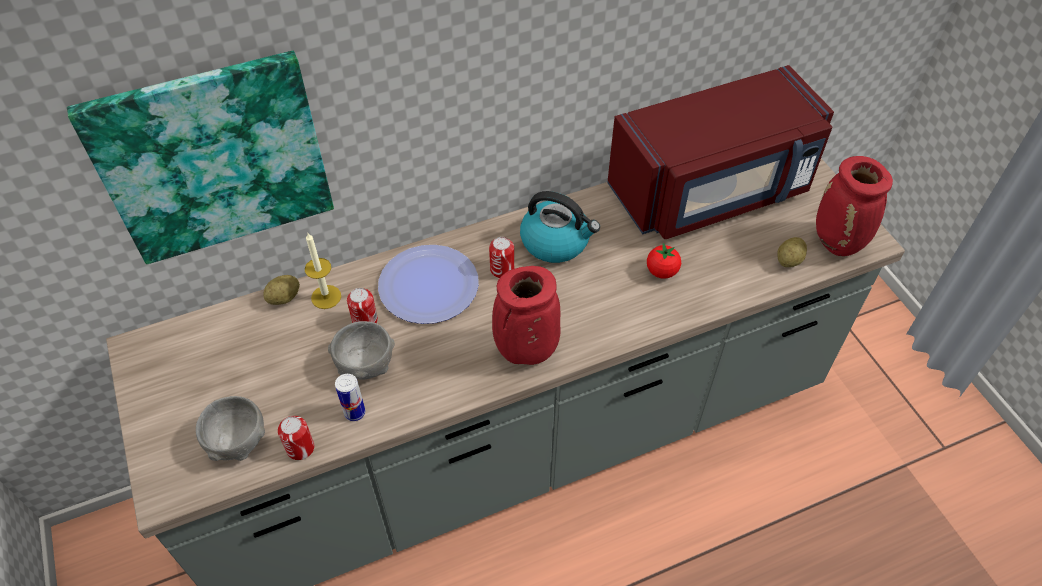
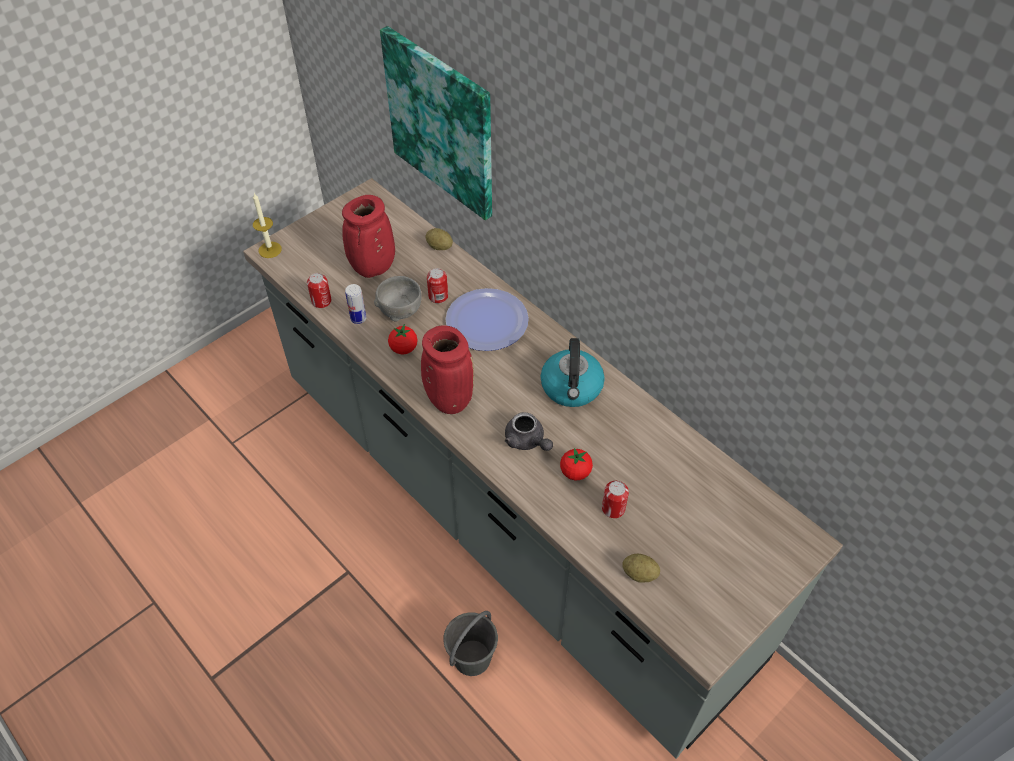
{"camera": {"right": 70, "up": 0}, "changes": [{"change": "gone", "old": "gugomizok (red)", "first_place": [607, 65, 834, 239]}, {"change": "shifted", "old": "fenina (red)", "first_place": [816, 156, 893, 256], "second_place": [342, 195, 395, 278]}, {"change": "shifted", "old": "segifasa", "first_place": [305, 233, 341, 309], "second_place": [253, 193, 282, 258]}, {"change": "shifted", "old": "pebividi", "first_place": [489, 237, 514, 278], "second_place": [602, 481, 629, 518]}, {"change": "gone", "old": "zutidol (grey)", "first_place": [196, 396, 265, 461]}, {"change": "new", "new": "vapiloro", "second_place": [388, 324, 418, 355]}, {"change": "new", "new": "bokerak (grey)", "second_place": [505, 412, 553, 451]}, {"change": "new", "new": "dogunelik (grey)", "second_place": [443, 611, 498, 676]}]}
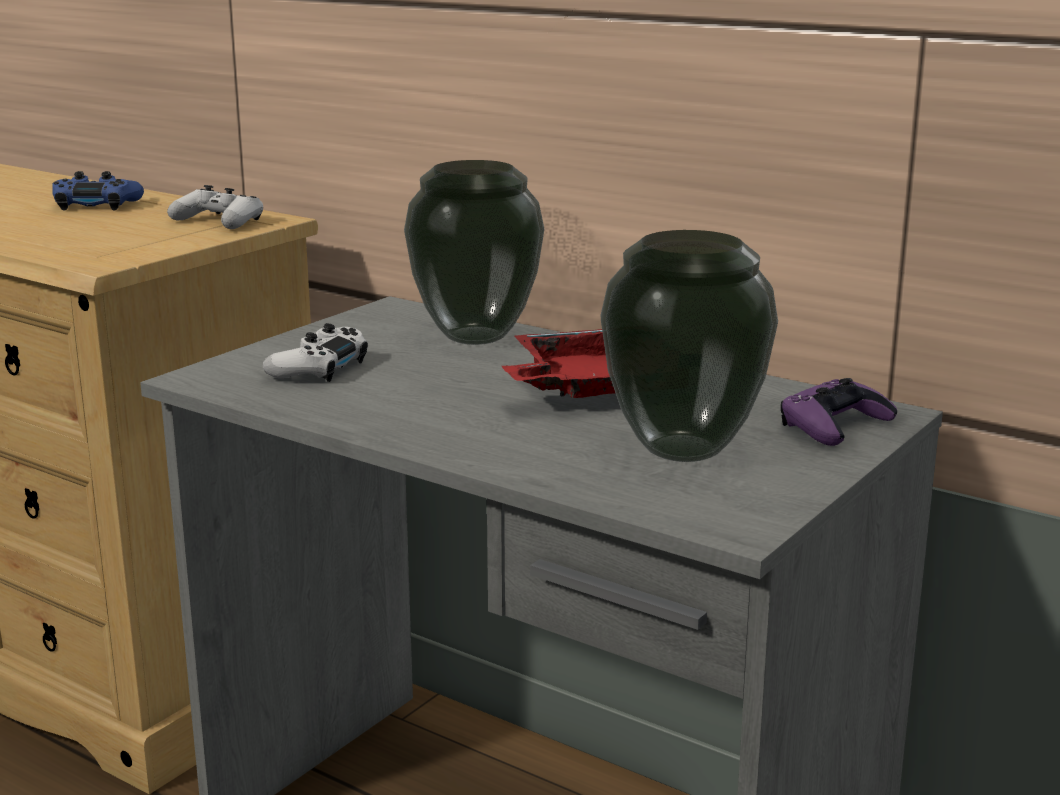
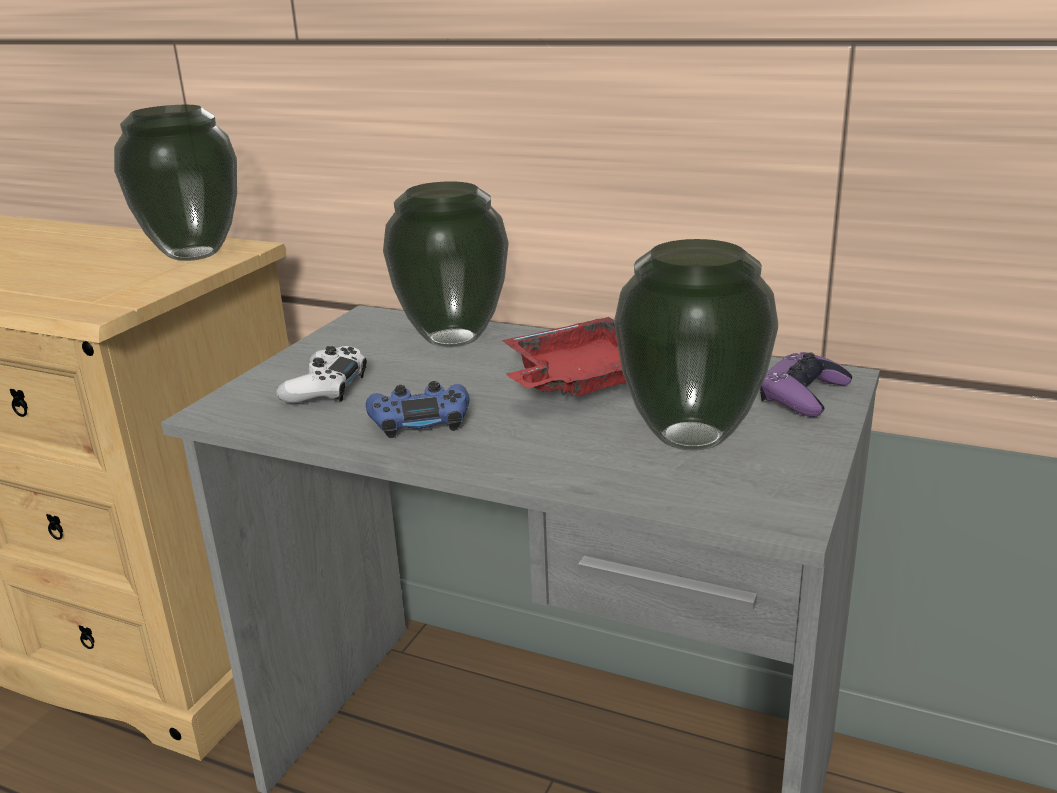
{"camera": {"right": -10, "up": 5}, "changes": [{"change": "shifted", "old": "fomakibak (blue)", "first_place": [52, 171, 144, 210], "second_place": [366, 381, 469, 438]}, {"change": "swapped", "old": "fomakibak (white)", "new": "fenina", "first_place": [167, 185, 263, 229], "second_place": [114, 105, 237, 261]}]}
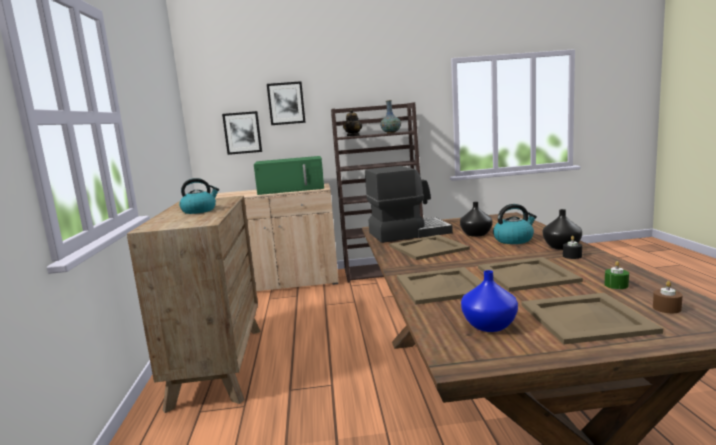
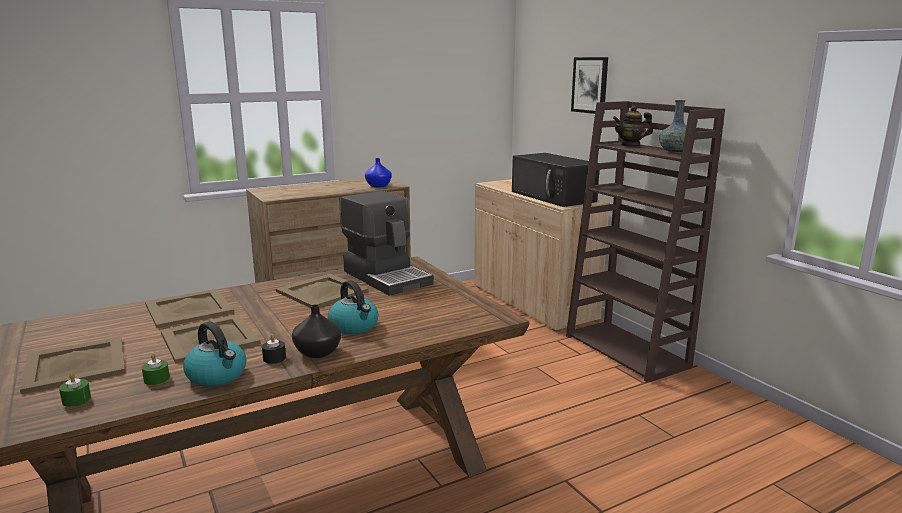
{"camera": {"right": 65, "up": 5}, "changes": [{"change": "gone", "old": "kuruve", "first_place": [222, 111, 262, 155]}, {"change": "repainted", "old": "gugomizok (green)", "new": "gugomizok (black)", "first_place": [254, 156, 324, 195], "second_place": [512, 153, 599, 207]}, {"change": "shifted", "old": "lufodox", "first_place": [179, 178, 219, 214], "second_place": [183, 321, 247, 387]}, {"change": "gone", "old": "fenina (black)", "first_place": [460, 202, 493, 237]}, {"change": "shifted", "old": "fenina (blue)", "first_place": [461, 270, 518, 332], "second_place": [365, 158, 392, 187]}, {"change": "repainted", "old": "segifasa (brown)", "new": "segifasa (green)", "first_place": [653, 281, 683, 313], "second_place": [59, 373, 91, 407]}]}
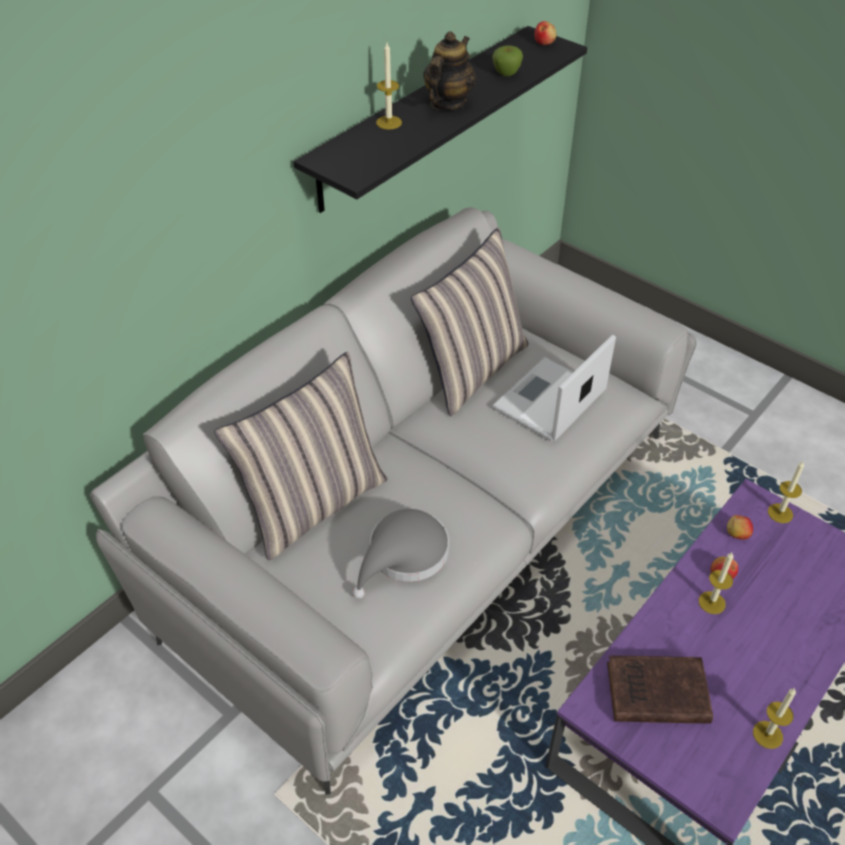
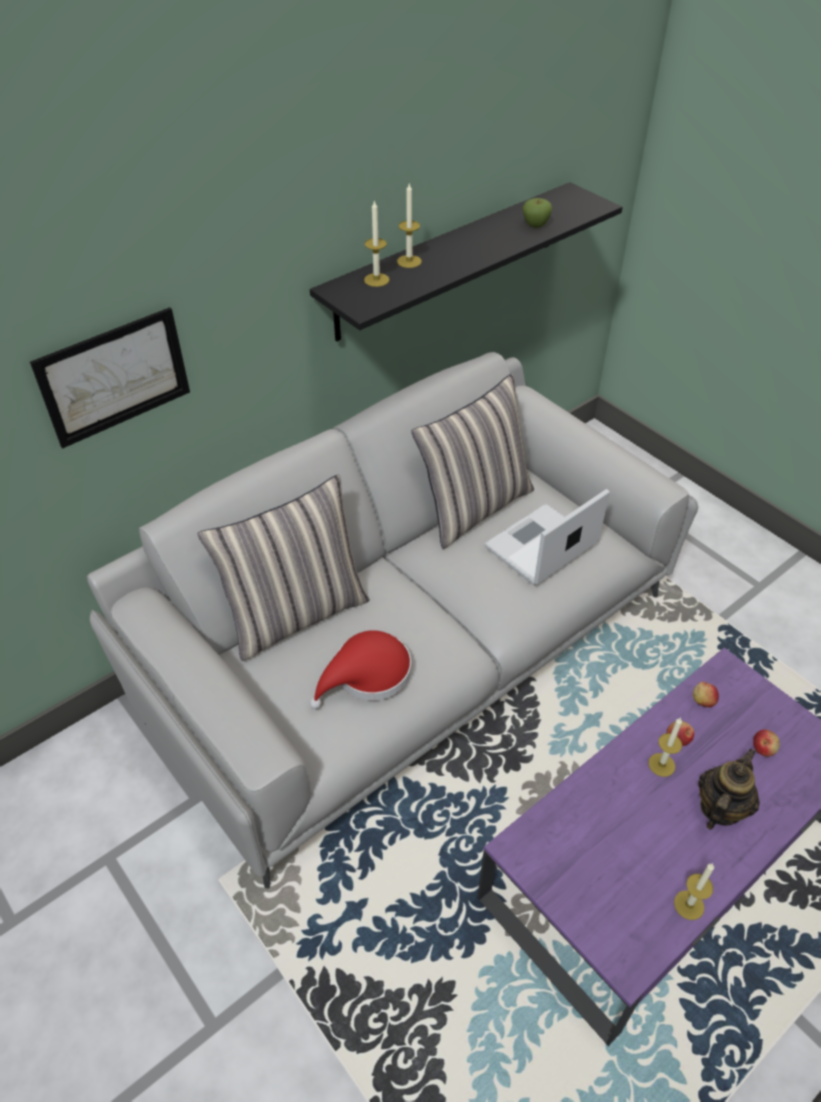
{"camera": {"right": 10, "up": 0}, "changes": [{"change": "shifted", "old": "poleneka", "first_place": [534, 21, 556, 45], "second_place": [753, 729, 780, 757]}, {"change": "shifted", "old": "bokerak", "first_place": [423, 31, 476, 111], "second_place": [698, 748, 760, 830]}, {"change": "shifted", "old": "segifasa", "first_place": [768, 461, 804, 523], "second_place": [364, 200, 390, 287]}, {"change": "repainted", "old": "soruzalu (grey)", "new": "soruzalu (red)", "first_place": [352, 509, 449, 599], "second_place": [310, 630, 411, 709]}, {"change": "gone", "old": "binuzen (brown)", "first_place": [607, 655, 713, 724]}, {"change": "new", "new": "kuruve", "second_place": [30, 307, 190, 449]}]}
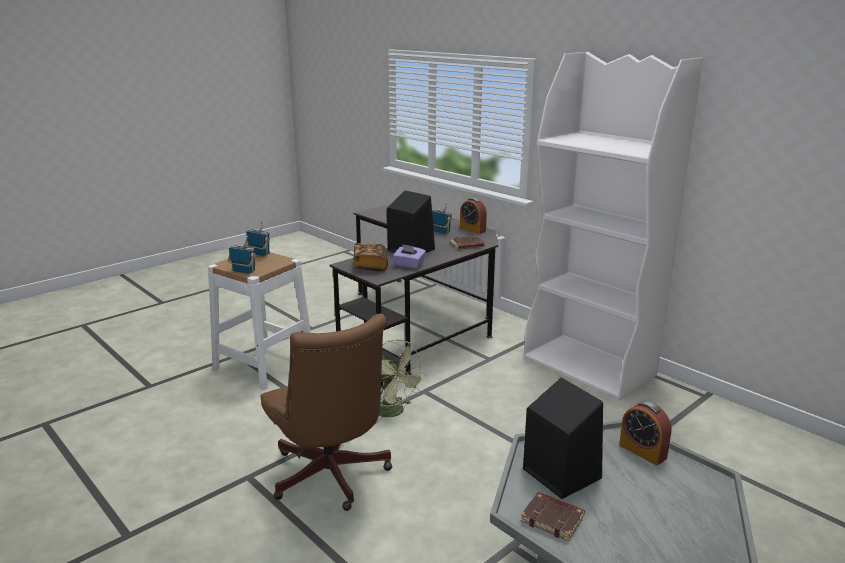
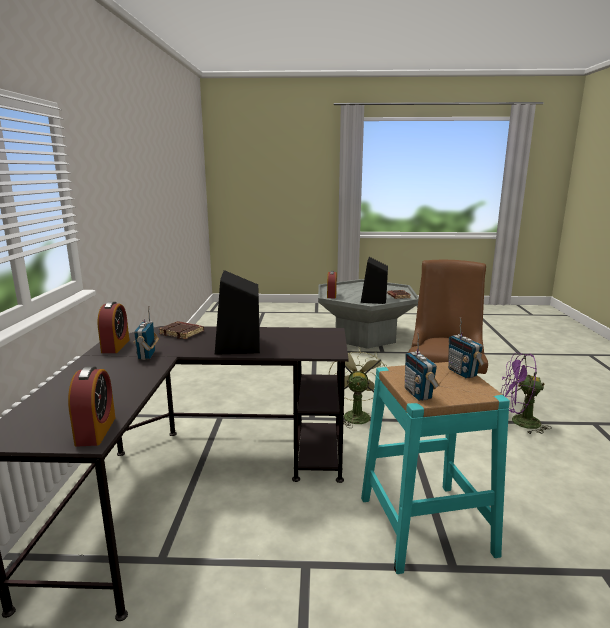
{"camera": {"right": -135, "up": -5}, "changes": [{"change": "gone", "old": "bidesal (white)", "first_place": [524, 52, 703, 400]}, {"change": "gone", "old": "binuzen", "first_place": [353, 243, 388, 271]}, {"change": "gone", "old": "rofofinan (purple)", "first_place": [393, 244, 426, 269]}, {"change": "repainted", "old": "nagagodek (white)", "new": "nagagodek (turquoise)", "first_place": [208, 252, 311, 390], "second_place": [361, 362, 510, 574]}, {"change": "new", "new": "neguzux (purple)", "second_place": [501, 352, 552, 434]}, {"change": "new", "new": "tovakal", "second_place": [68, 366, 115, 447]}]}
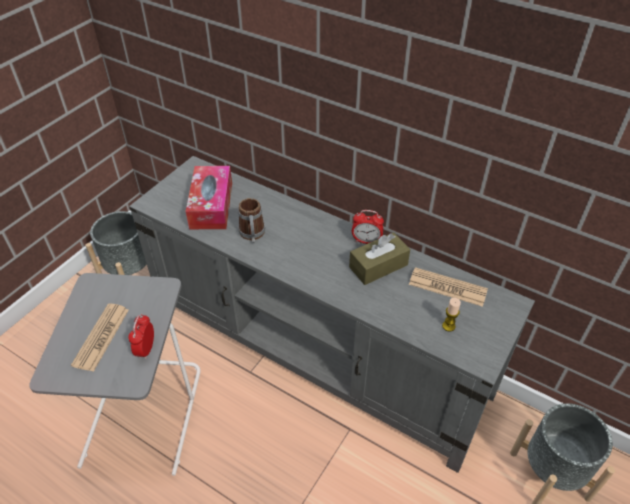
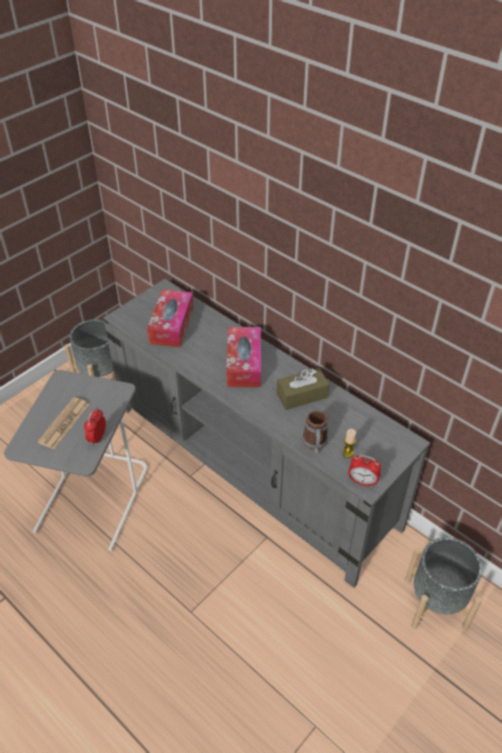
{"camera": {"right": 10, "up": 0}, "changes": [{"change": "shifted", "old": "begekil", "first_place": [238, 198, 265, 243], "second_place": [302, 410, 328, 453]}, {"change": "shifted", "old": "tovakal", "first_place": [352, 210, 384, 244], "second_place": [348, 455, 381, 487]}, {"change": "gone", "old": "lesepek", "first_place": [409, 267, 488, 307]}, {"change": "new", "new": "rofofinan", "second_place": [226, 327, 261, 387]}]}
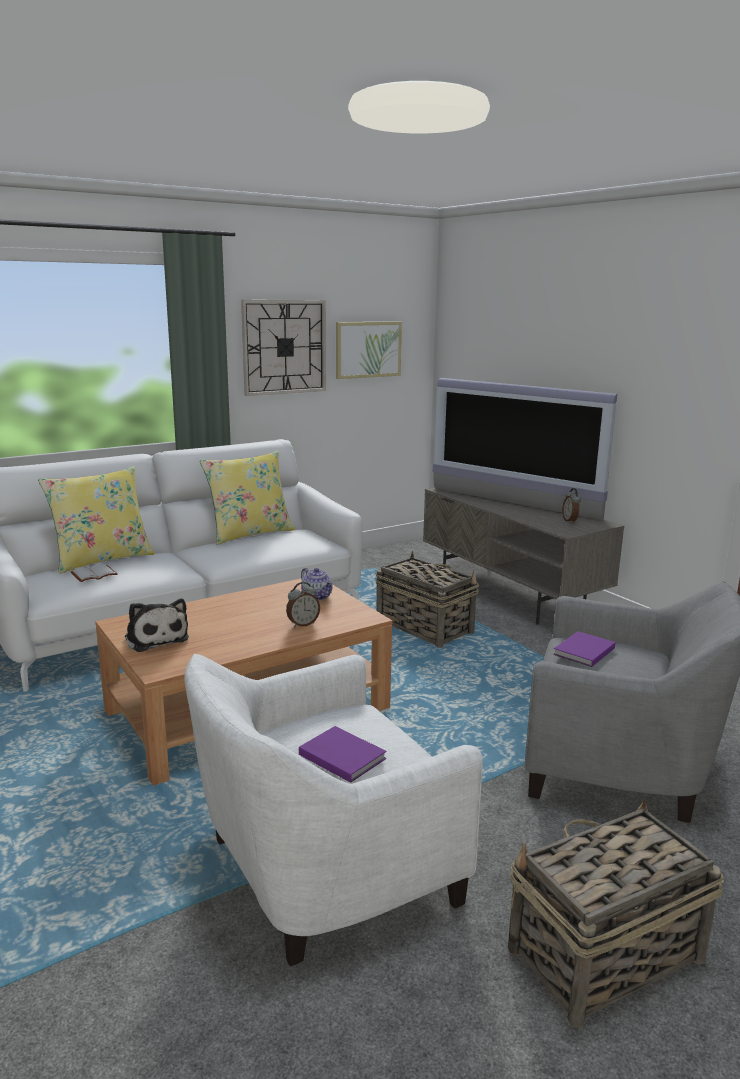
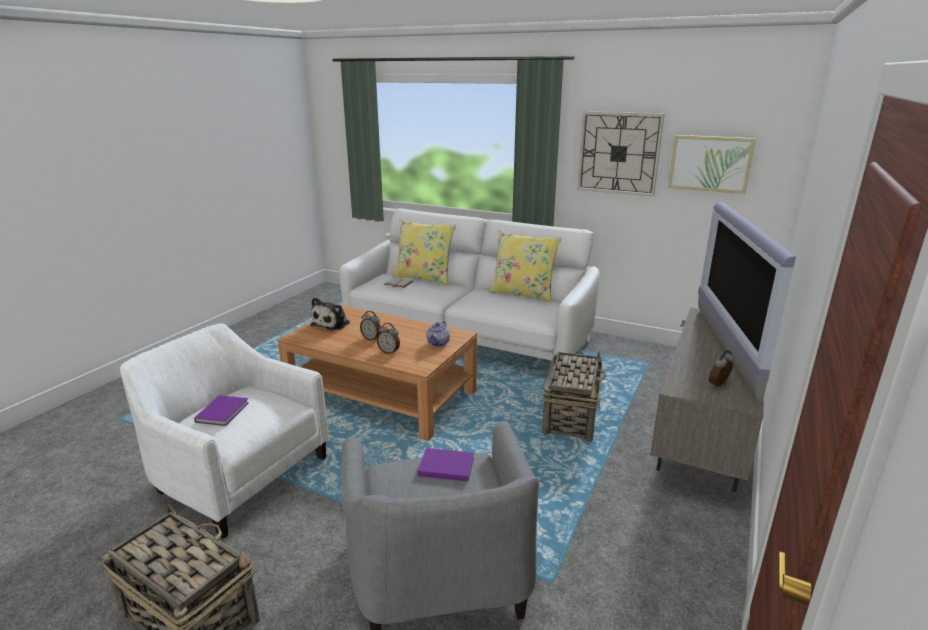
{"camera": {"right": 60, "up": 5}, "changes": [{"change": "new", "new": "tovakal", "second_place": [360, 311, 381, 341]}]}
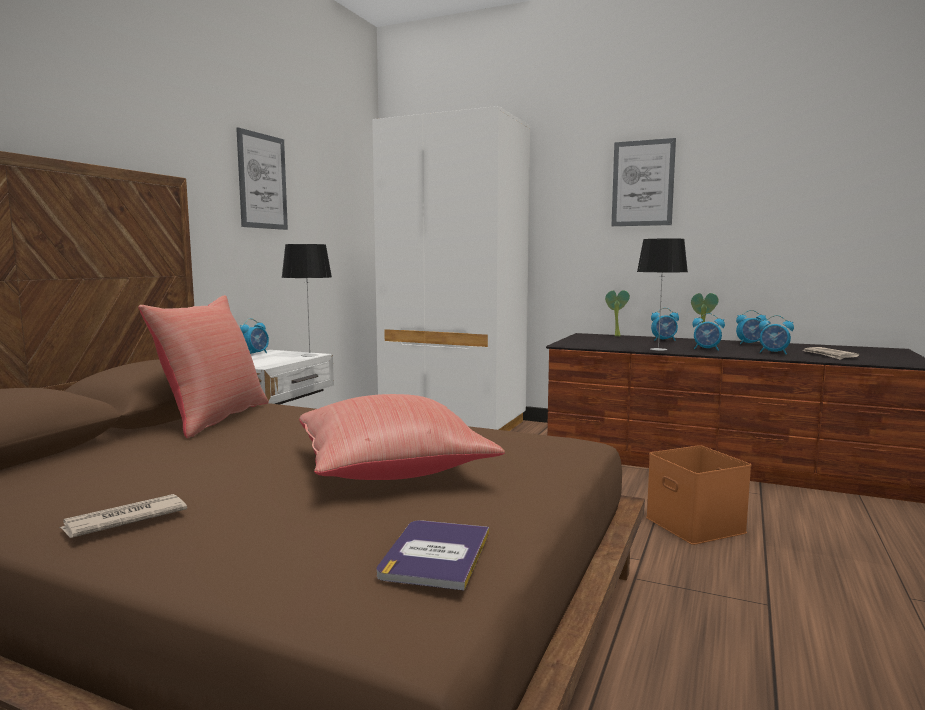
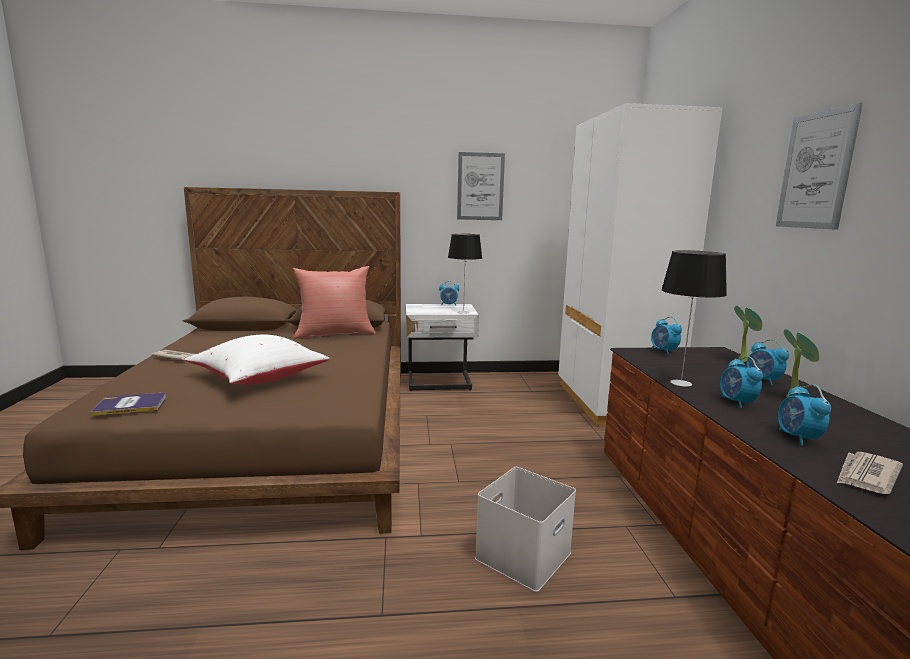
{"camera": {"right": 60, "up": 5}, "changes": [{"change": "shifted", "old": "tovakal", "first_place": [736, 310, 767, 345], "second_place": [651, 317, 682, 355]}, {"change": "repainted", "old": "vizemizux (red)", "new": "vizemizux (white)", "first_place": [299, 394, 505, 480], "second_place": [185, 335, 330, 385]}, {"change": "repainted", "old": "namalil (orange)", "new": "namalil (white)", "first_place": [646, 445, 751, 545], "second_place": [475, 467, 576, 592]}]}
